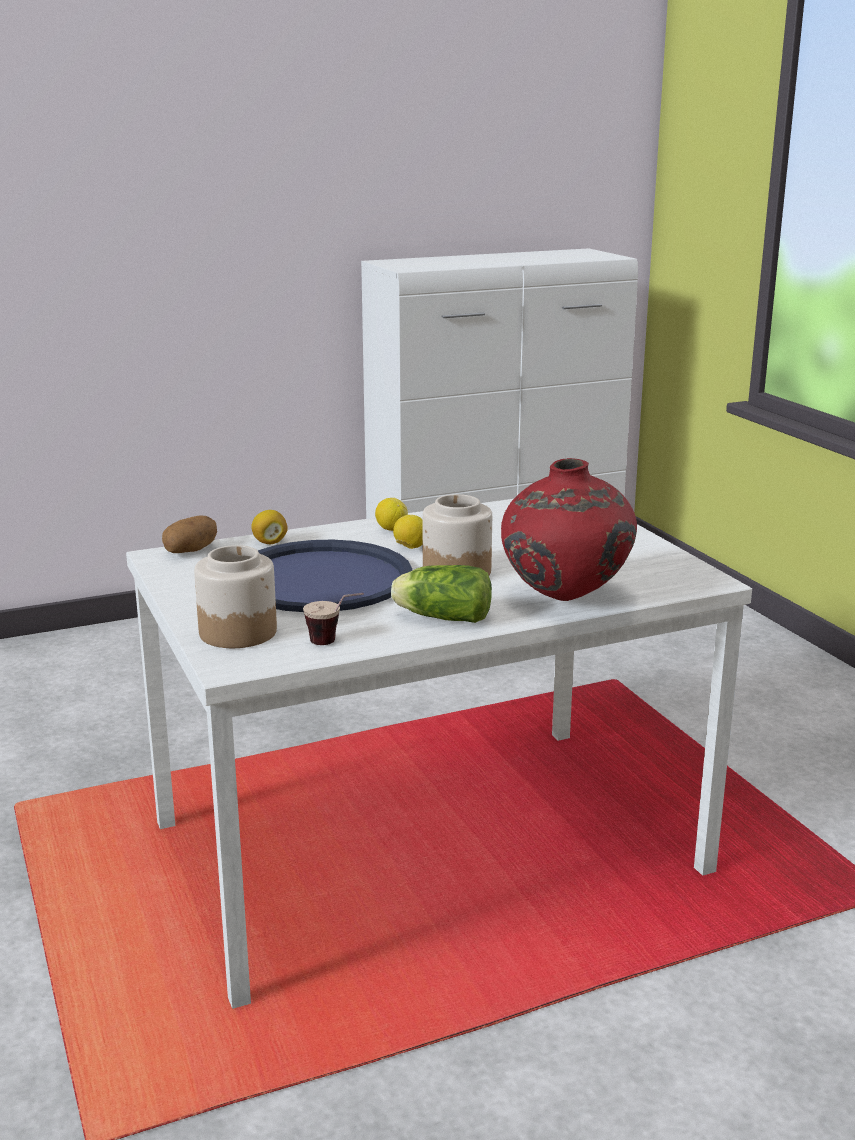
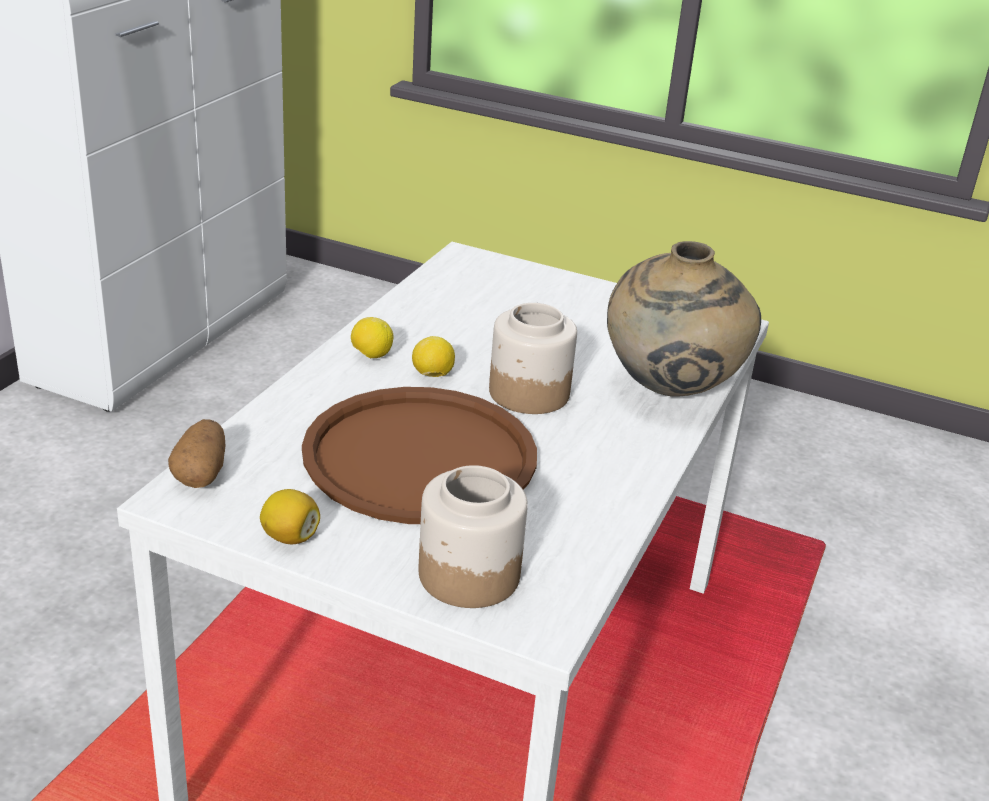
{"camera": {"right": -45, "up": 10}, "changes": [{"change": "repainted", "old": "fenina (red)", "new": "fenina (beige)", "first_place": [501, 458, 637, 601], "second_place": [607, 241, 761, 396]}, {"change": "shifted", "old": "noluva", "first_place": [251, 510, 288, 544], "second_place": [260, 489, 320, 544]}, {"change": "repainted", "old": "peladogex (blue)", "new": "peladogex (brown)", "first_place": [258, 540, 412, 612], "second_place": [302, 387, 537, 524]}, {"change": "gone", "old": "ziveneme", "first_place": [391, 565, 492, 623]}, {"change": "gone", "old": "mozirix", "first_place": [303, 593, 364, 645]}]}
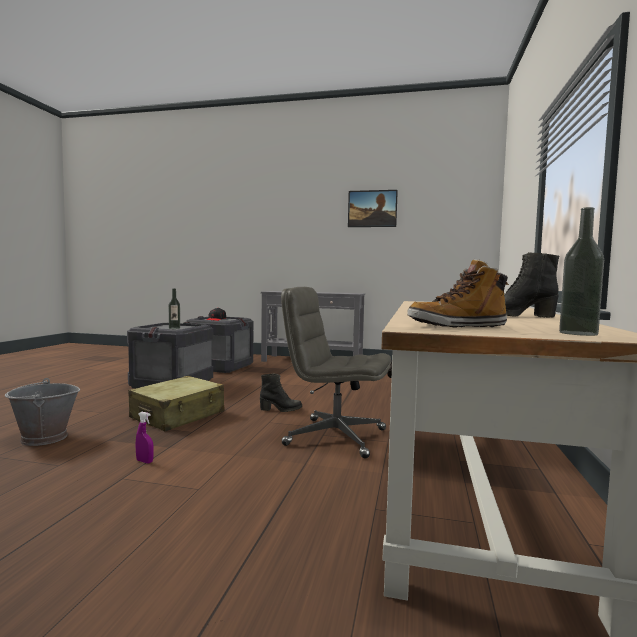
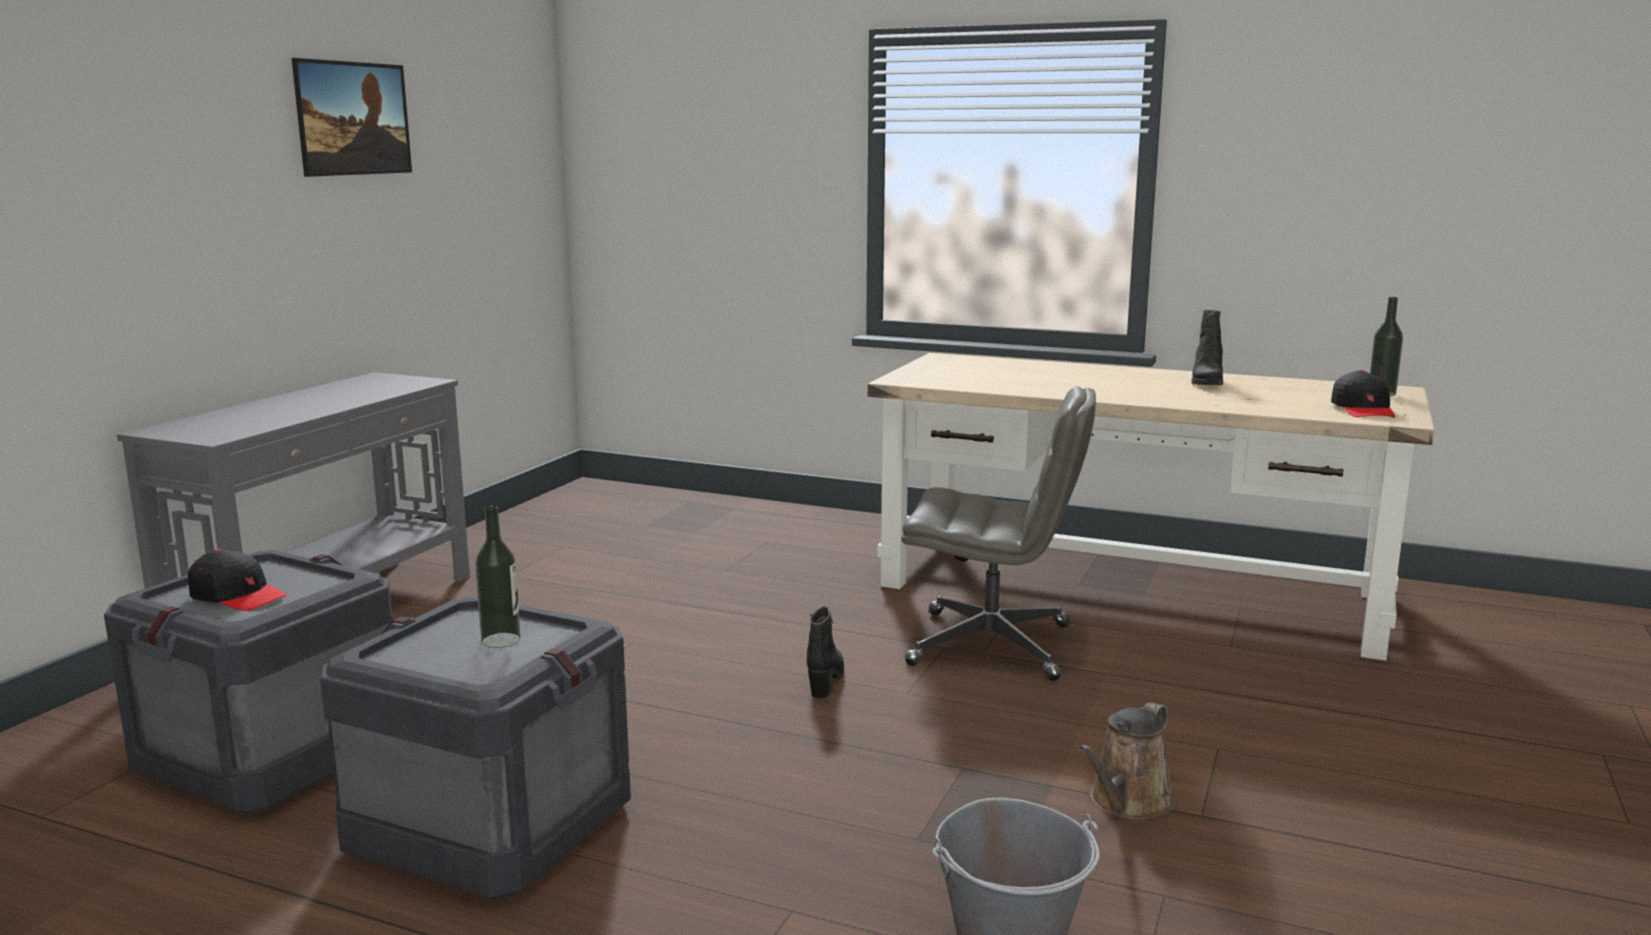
{"camera": {"right": -80, "up": 10}, "changes": [{"change": "swapped", "old": "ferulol", "new": "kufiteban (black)", "first_place": [407, 259, 509, 327], "second_place": [1331, 370, 1395, 418]}, {"change": "rotated", "old": "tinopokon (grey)", "first_place": [281, 287, 391, 458], "second_place": [901, 386, 1096, 681], "degrees": -105}, {"change": "gone", "old": "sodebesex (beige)", "first_place": [128, 376, 224, 431]}, {"change": "swapped", "old": "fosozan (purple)", "new": "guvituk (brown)", "first_place": [136, 412, 153, 463], "second_place": [1079, 702, 1175, 820]}]}
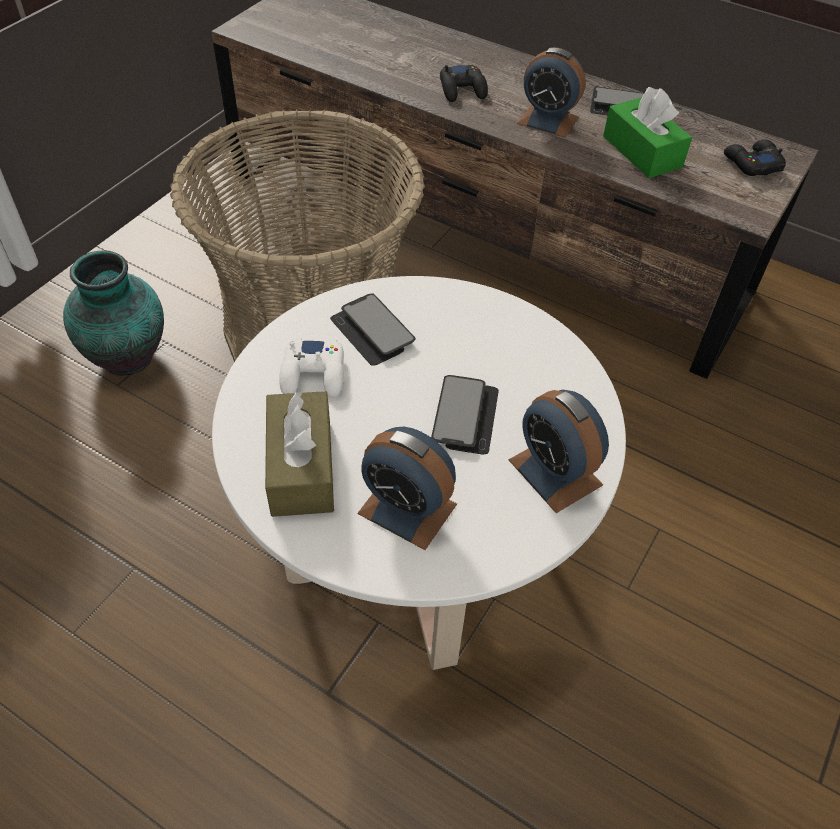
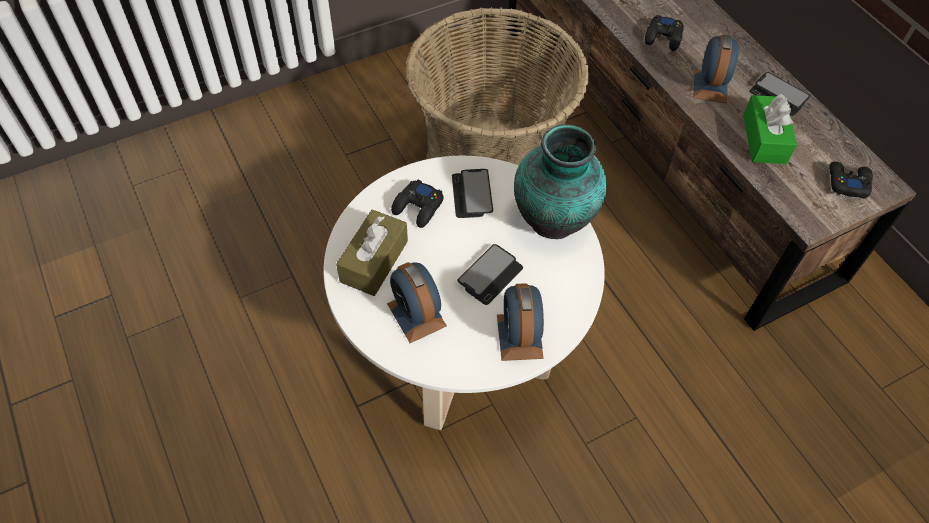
{"camera": {"right": 30, "up": 5}, "changes": [{"change": "rotated", "old": "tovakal", "first_place": [517, 48, 586, 138], "second_place": [693, 35, 739, 103], "degrees": -135}, {"change": "shifted", "old": "fenina", "first_place": [63, 250, 164, 376], "second_place": [514, 124, 607, 239]}, {"change": "repainted", "old": "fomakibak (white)", "new": "fomakibak (black)", "first_place": [279, 338, 344, 398], "second_place": [391, 180, 444, 228]}]}
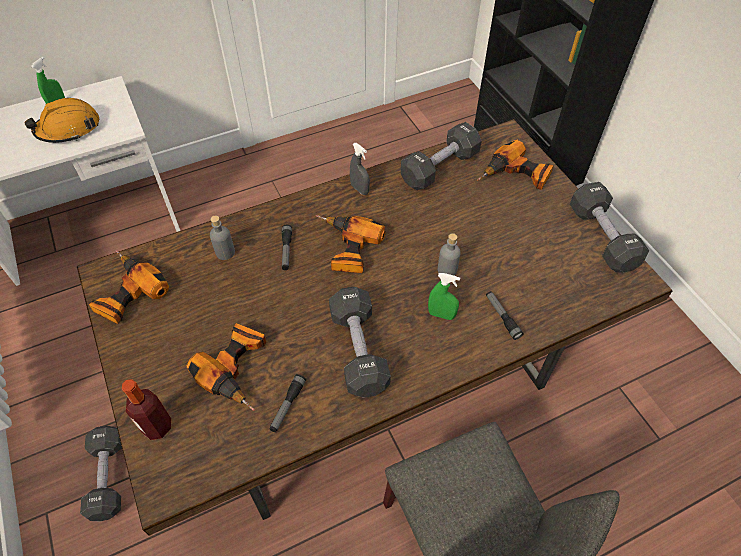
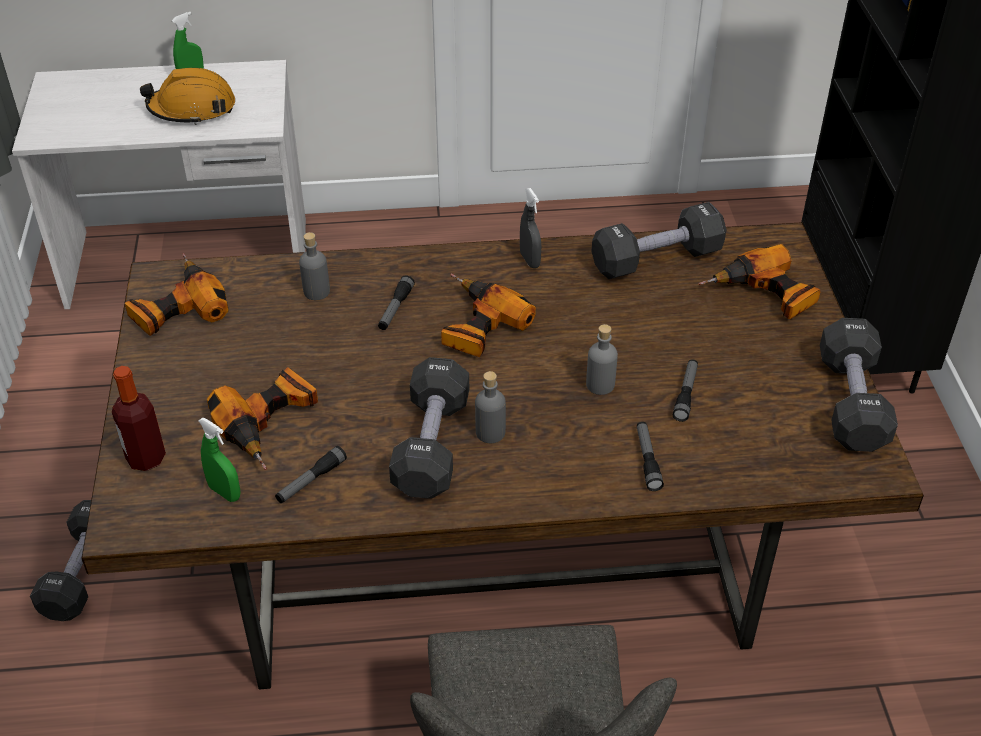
{"camera": {"right": 20, "up": -10}, "changes": [{"change": "shifted", "old": "fosozan (green)", "first_place": [428, 273, 460, 320], "second_place": [199, 418, 240, 502]}, {"change": "new", "new": "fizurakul", "second_place": [673, 359, 698, 422]}, {"change": "new", "new": "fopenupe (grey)", "second_place": [475, 371, 506, 443]}]}
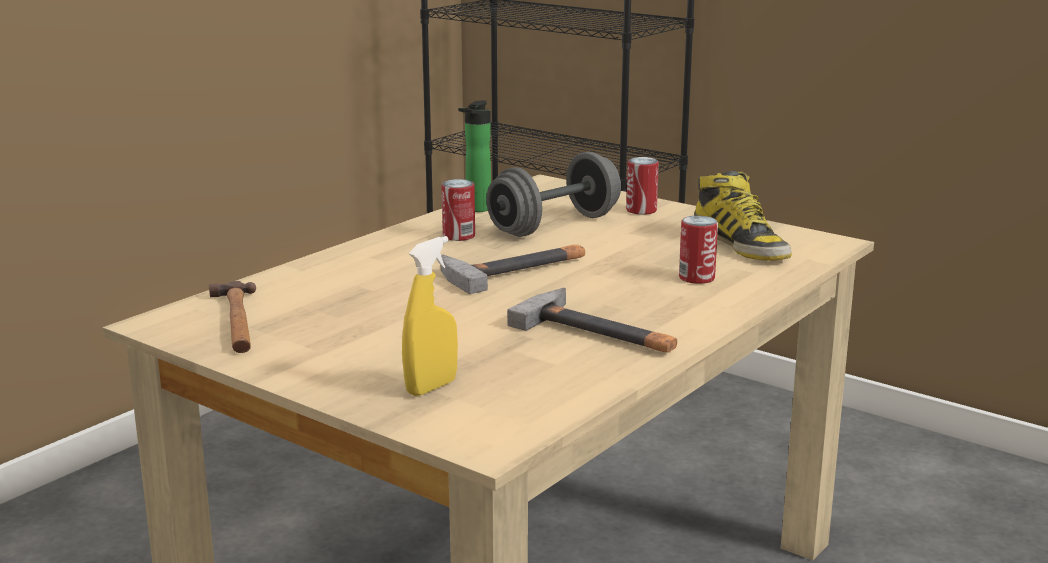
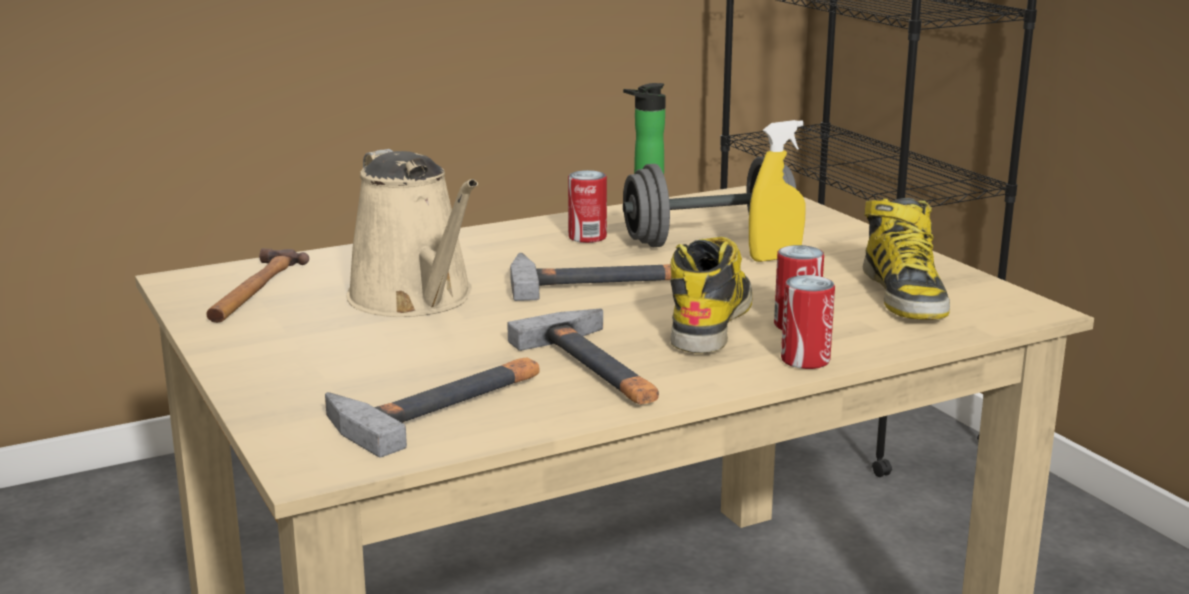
{"camera": {"right": 25, "up": 0}, "changes": [{"change": "shifted", "old": "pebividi", "first_place": [626, 157, 659, 215], "second_place": [781, 275, 835, 369]}, {"change": "shifted", "old": "fosozan (yellow)", "first_place": [402, 236, 458, 396], "second_place": [749, 120, 806, 262]}, {"change": "new", "new": "guvituk (beige)", "second_place": [347, 149, 478, 317]}, {"change": "new", "new": "ferulol", "second_place": [670, 237, 752, 353]}, {"change": "new", "new": "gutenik", "second_place": [325, 358, 539, 457]}]}
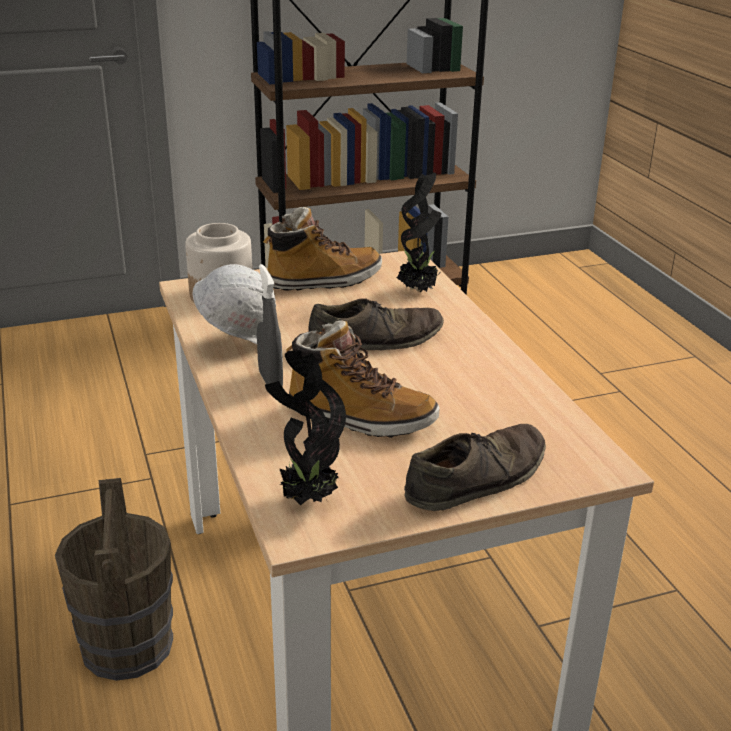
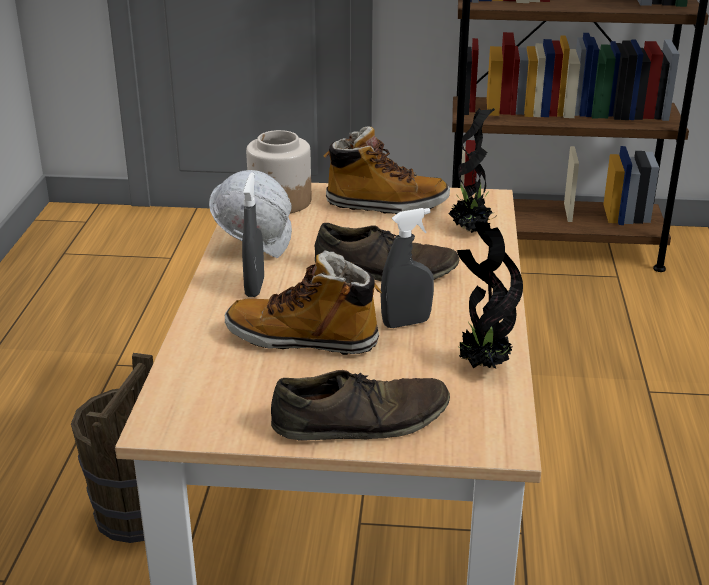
{"camera": {"right": 25, "up": 0}, "changes": [{"change": "rotated", "old": "ferulol", "first_place": [286, 320, 440, 438], "second_place": [225, 250, 382, 355], "degrees": 150}, {"change": "shifted", "old": "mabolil", "first_place": [265, 350, 346, 506], "second_place": [457, 221, 523, 369]}, {"change": "new", "new": "fosozan (grey)", "second_place": [380, 208, 434, 328]}]}
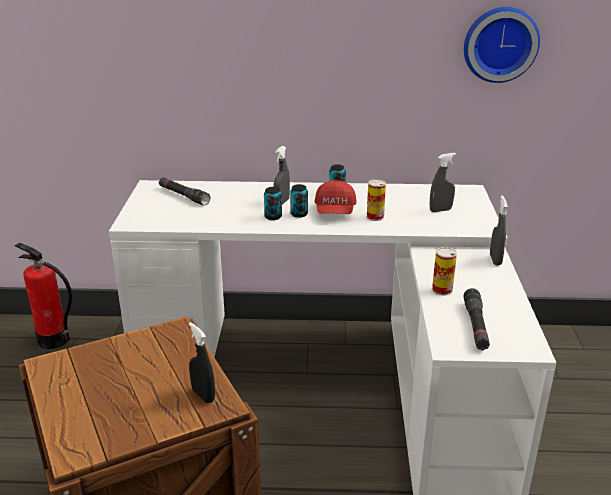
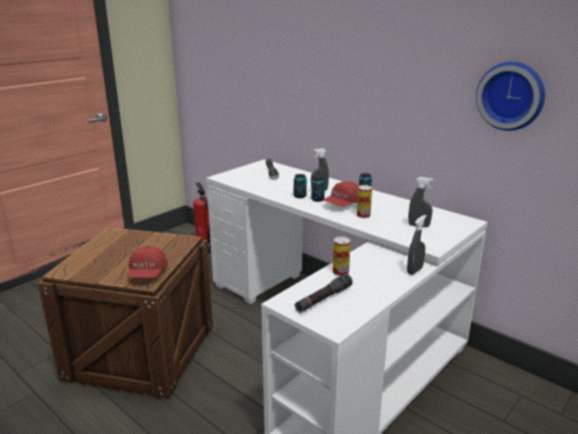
{"camera": {"right": 40, "up": -5}, "changes": [{"change": "swapped", "old": "fosozan (black)", "new": "kufiteban (red)", "first_place": [189, 322, 215, 403], "second_place": [127, 246, 168, 278]}]}
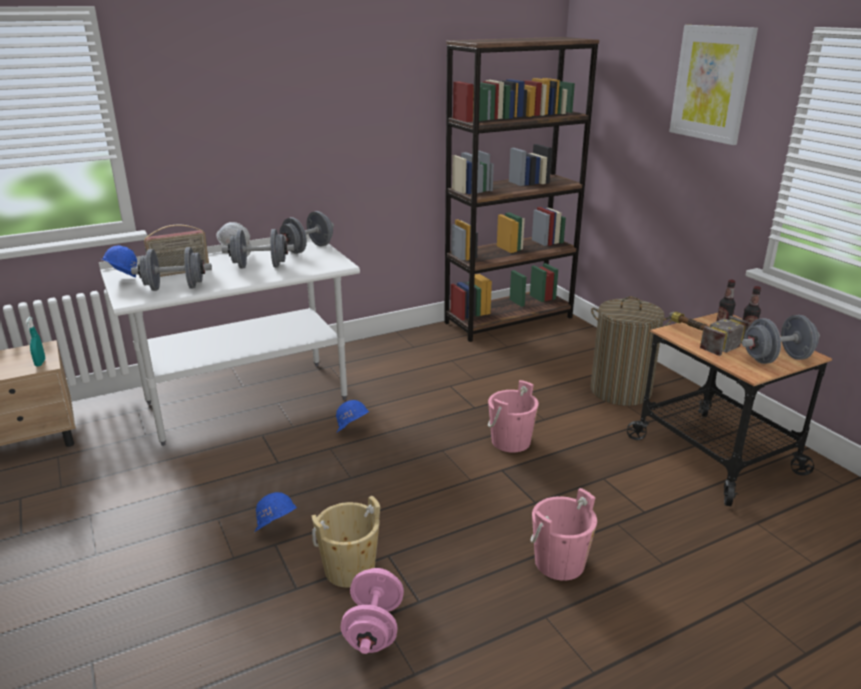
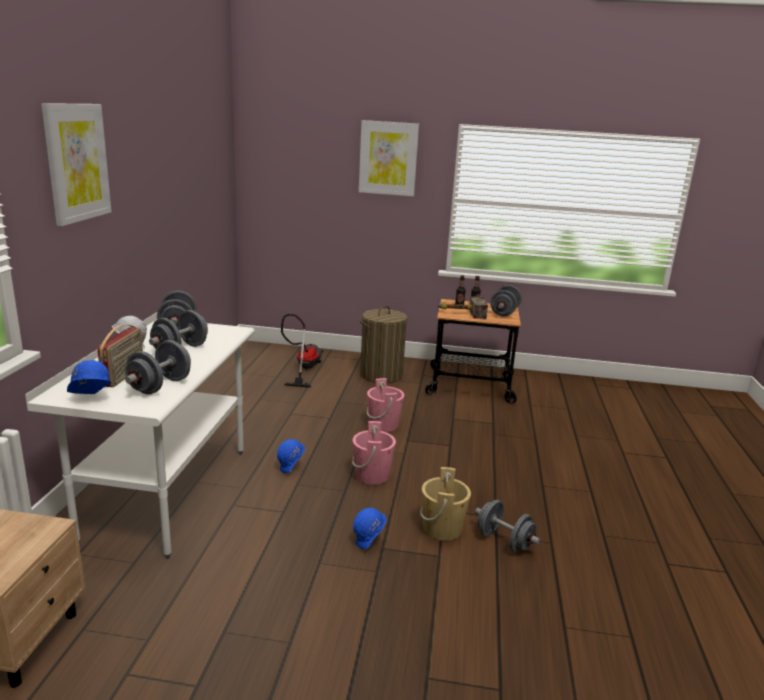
{"camera": {"right": -55, "up": -5}, "changes": [{"change": "gone", "old": "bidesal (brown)", "first_place": [444, 37, 599, 342]}, {"change": "gone", "old": "fosozan (turquoise)", "first_place": [25, 317, 45, 366]}, {"change": "shifted", "old": "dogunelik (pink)", "first_place": [531, 488, 597, 581], "second_place": [352, 421, 396, 485]}, {"change": "repainted", "old": "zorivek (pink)", "new": "zorivek (grey)", "first_place": [341, 568, 404, 654], "second_place": [475, 500, 540, 552]}, {"change": "new", "new": "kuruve", "second_place": [41, 103, 112, 226]}, {"change": "new", "new": "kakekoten", "second_place": [281, 314, 323, 388]}]}
